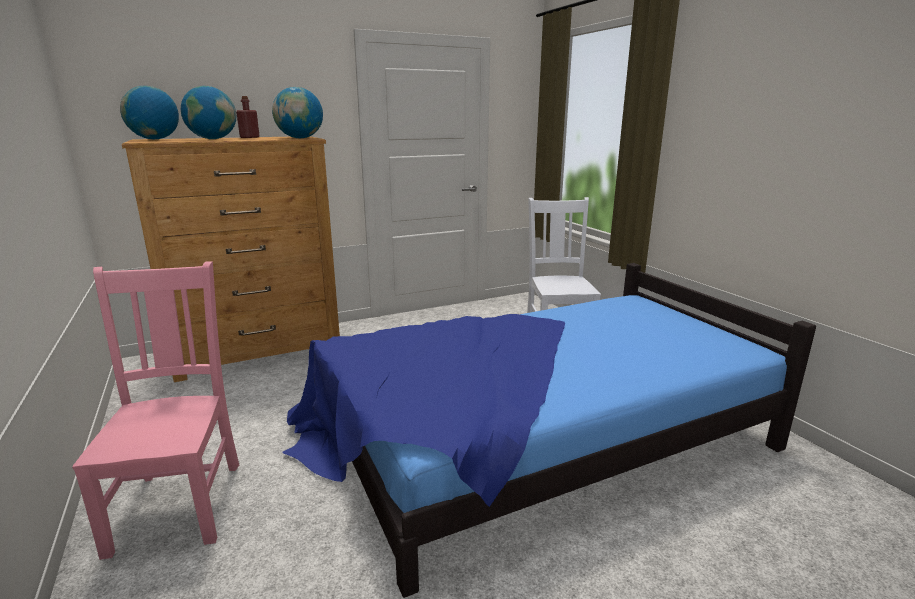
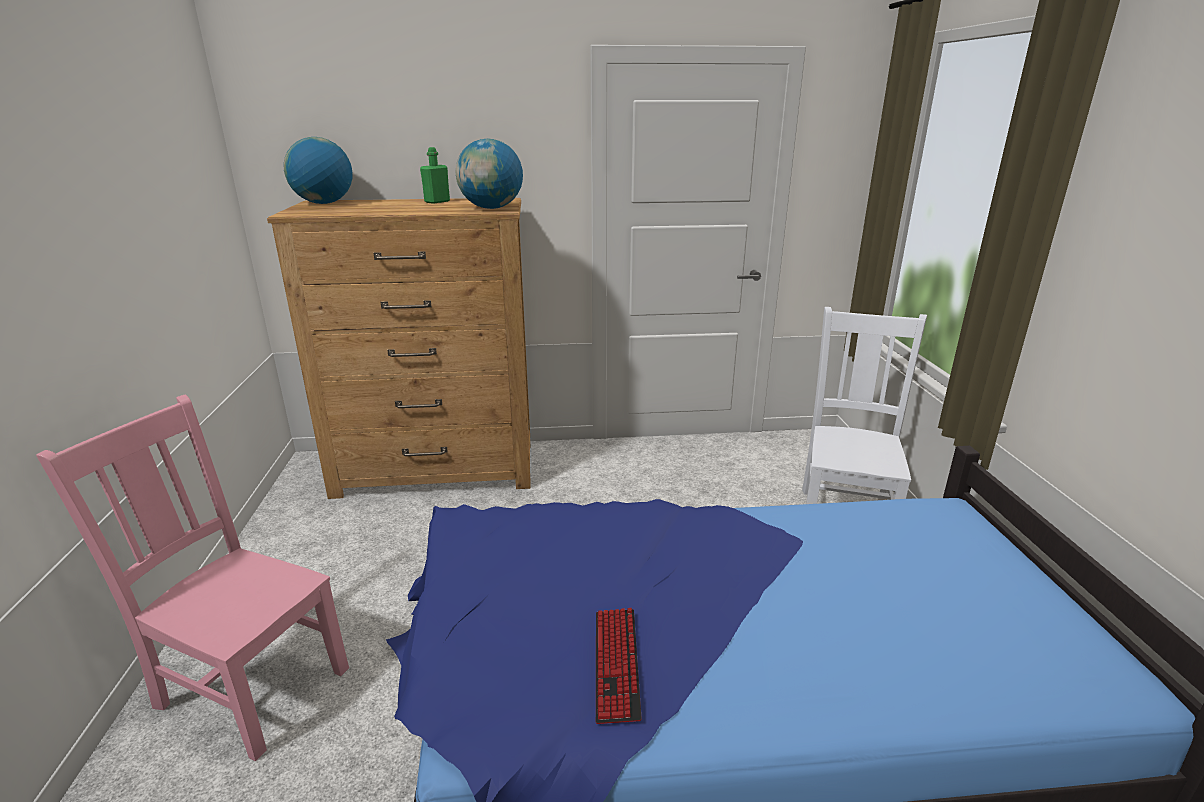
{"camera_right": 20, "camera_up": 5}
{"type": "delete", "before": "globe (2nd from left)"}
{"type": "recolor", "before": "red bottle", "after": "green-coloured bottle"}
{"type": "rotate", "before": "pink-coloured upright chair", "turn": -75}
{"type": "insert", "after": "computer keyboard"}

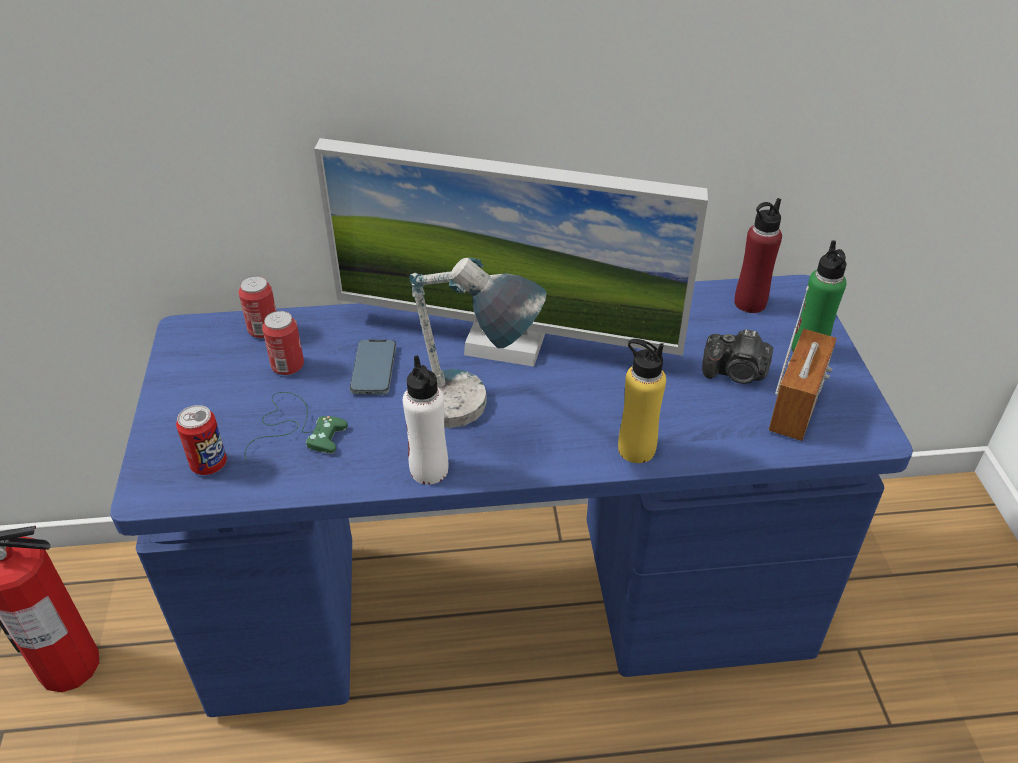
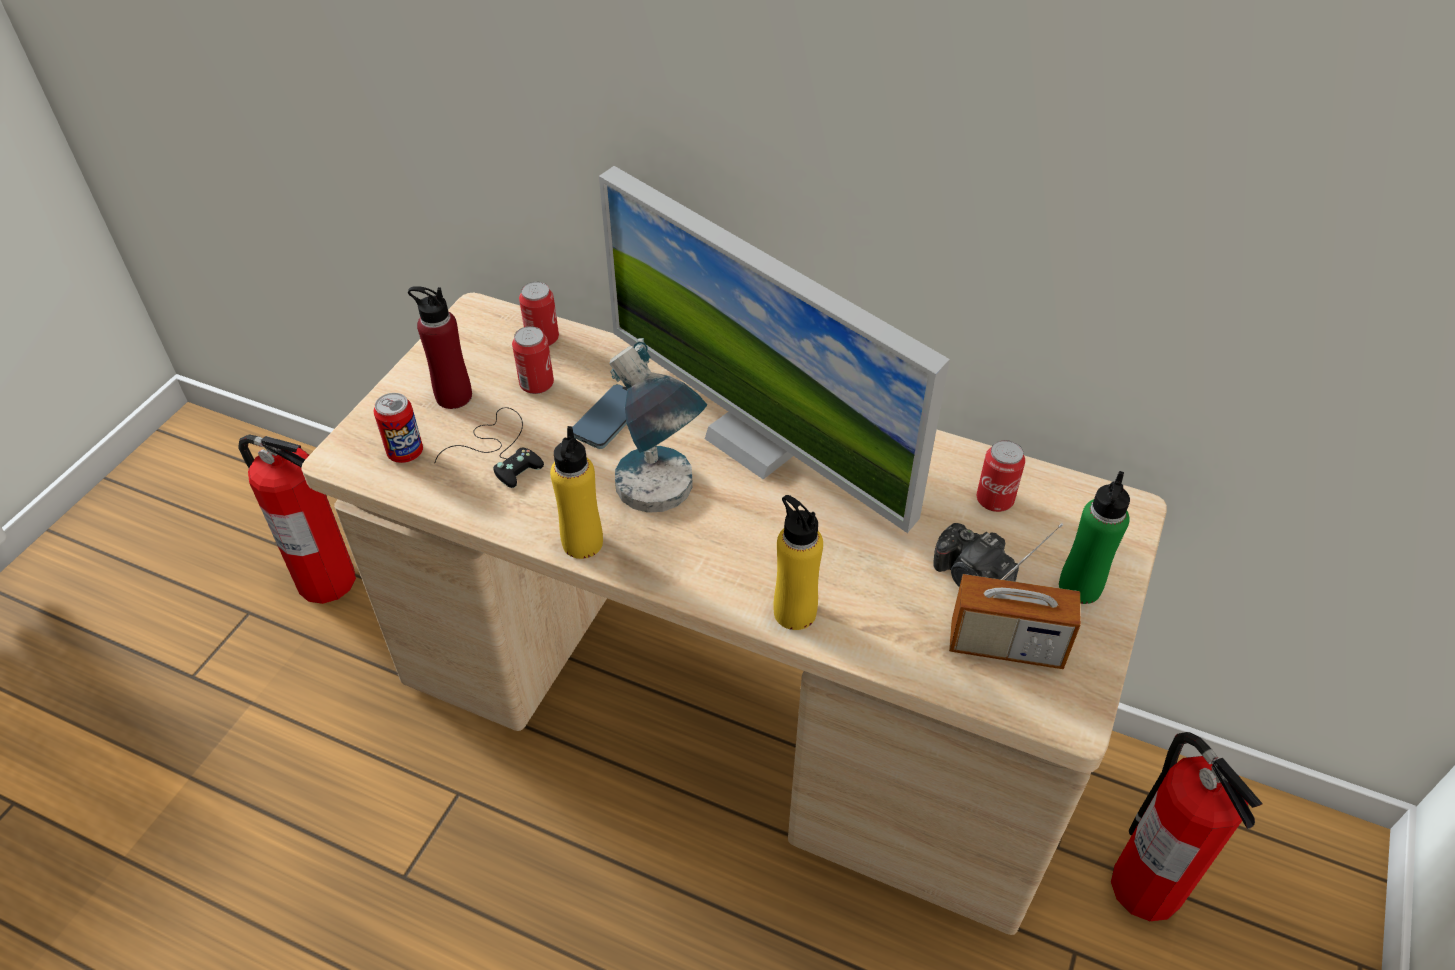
{"camera_right": 30, "camera_up": 5}
{"type": "move", "before": "red bottle"}
{"type": "recolor", "before": "blue-coloured desk", "after": "beige-coloured desk"}
{"type": "rotate", "before": "radio receiver", "turn": 45}
{"type": "recolor", "before": "whitish bottle", "after": "yellow bottle (1st from left)"}
{"type": "recolor", "before": "green-coloured game controller", "after": "black-coloured game controller"}
{"type": "insert", "after": "metal can (4th from left)"}
{"type": "insert", "after": "extinguisher (2nd from left)"}

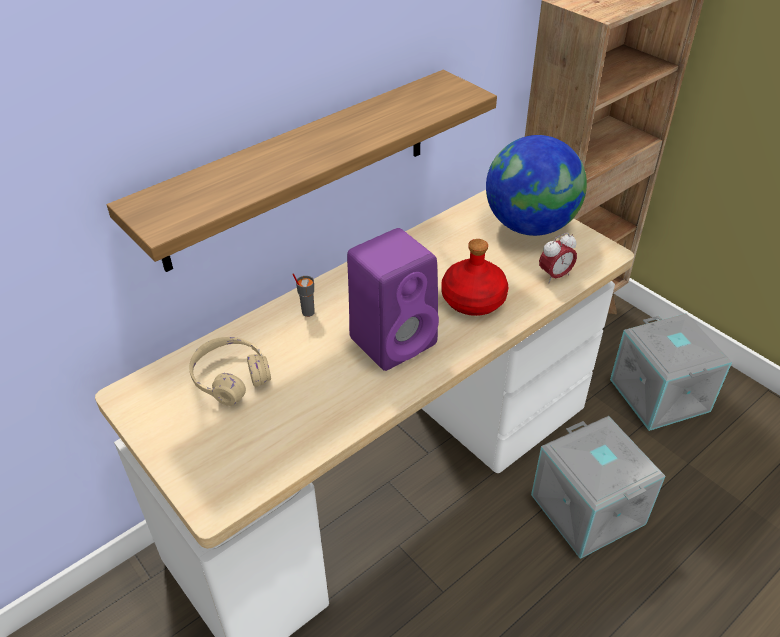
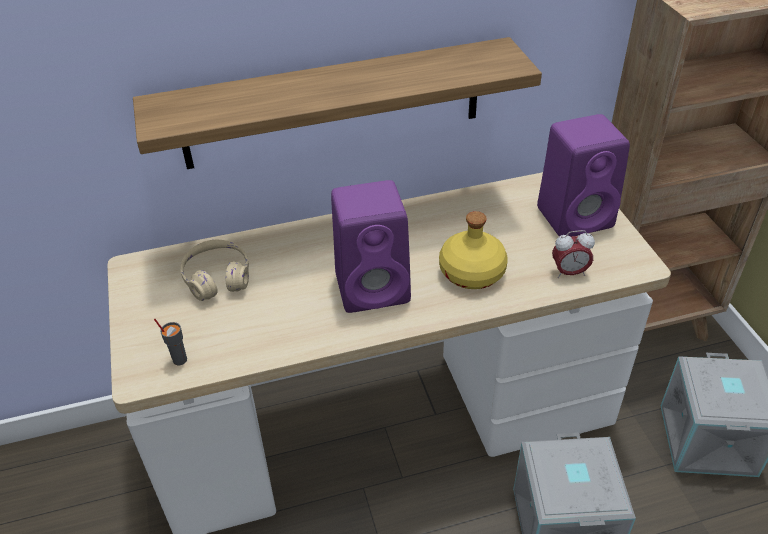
{"camera_right": 25, "camera_up": 0}
{"type": "replace", "before": "globe", "after": "purple-coloured loudspeaker (2nd from left)"}
{"type": "recolor", "before": "red bottle", "after": "yellow bottle"}
{"type": "move", "before": "gray small cup"}

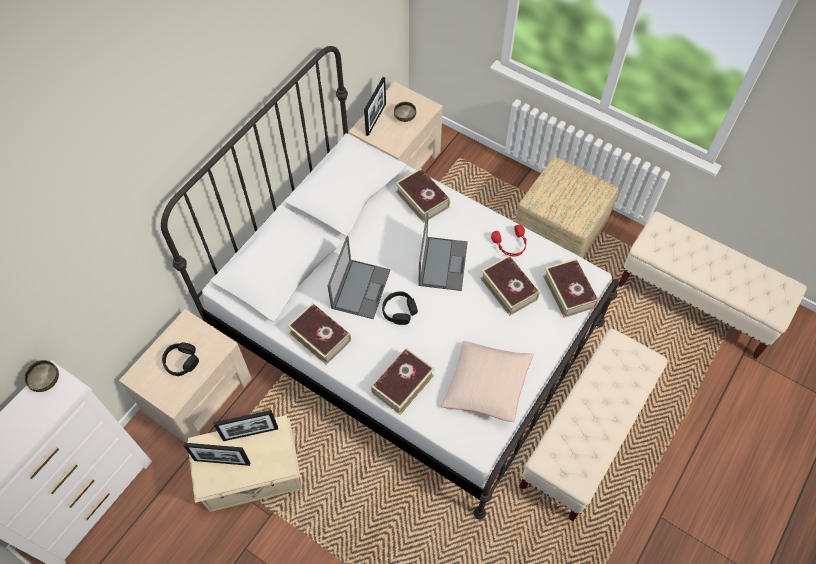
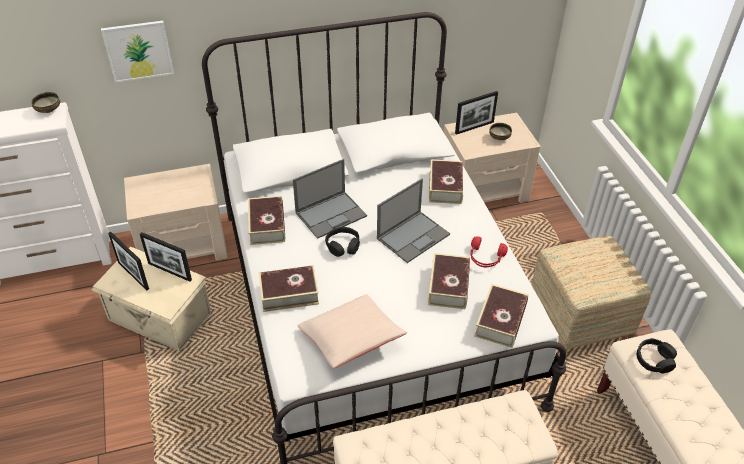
{"camera_right": 40, "camera_up": -15}
{"type": "move", "before": "black-coloured headphones (1st from left in the first image)", "after": "black-coloured headphones (2nd from left)"}
{"type": "insert", "after": "wall picture"}

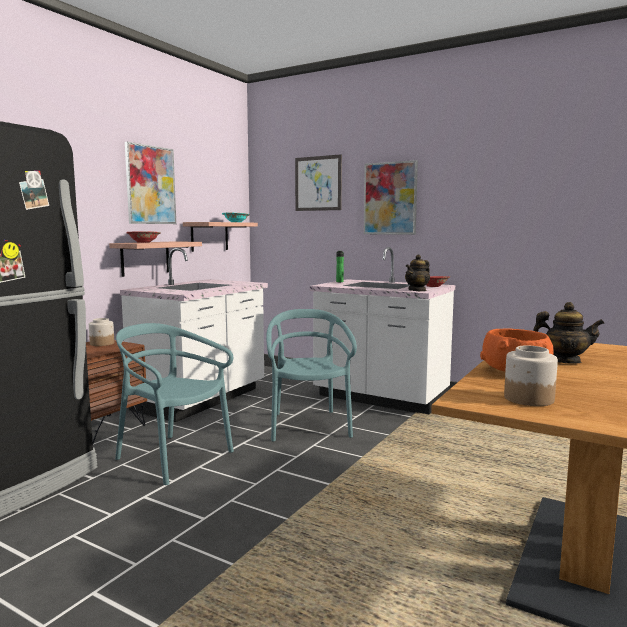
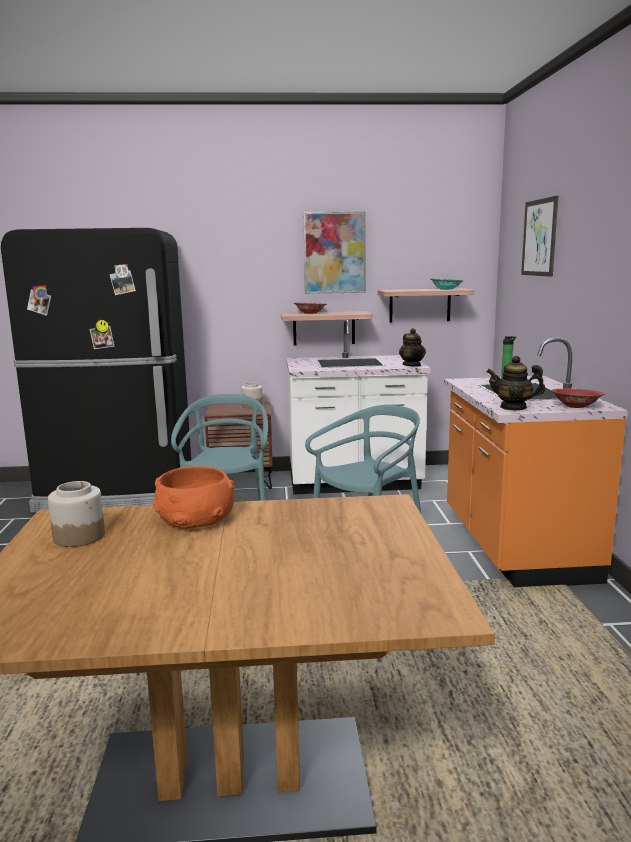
{"camera_right": 55, "camera_up": 5}
{"type": "delete", "before": "wall picture (3rd from left)"}
{"type": "recolor", "before": "whitish kitchen base unit (2nd from left)", "after": "orange kitchen base unit"}
{"type": "move", "before": "teapot (2nd from left in the first image)", "after": "teapot (1st from left)"}

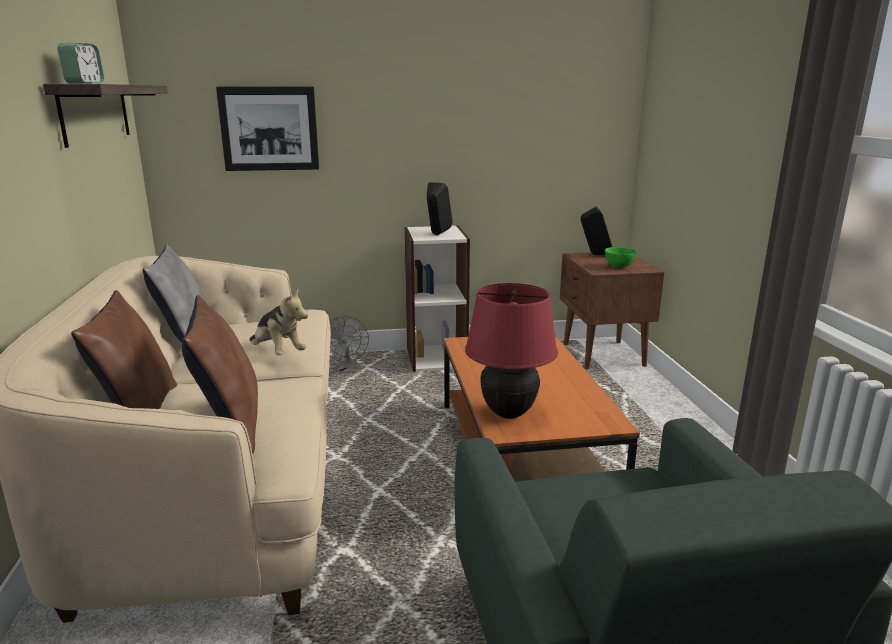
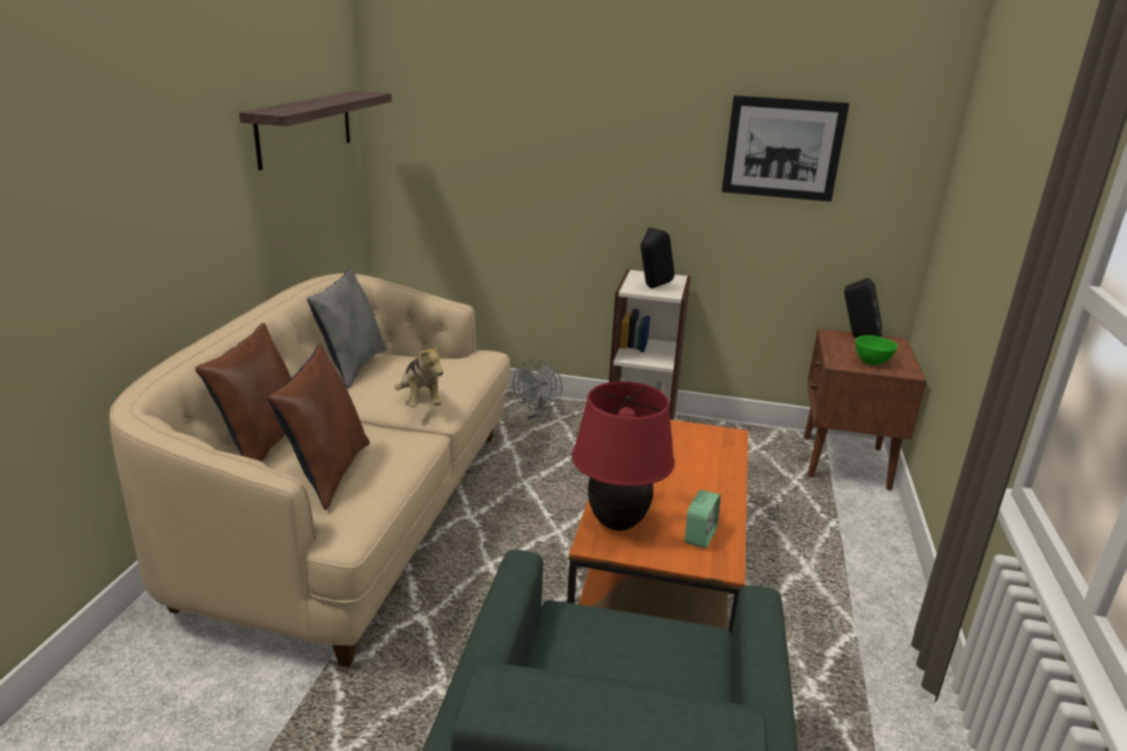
{"camera_right": 20, "camera_up": 5}
{"type": "move", "before": "alarm clock"}
{"type": "move", "before": "wall picture"}

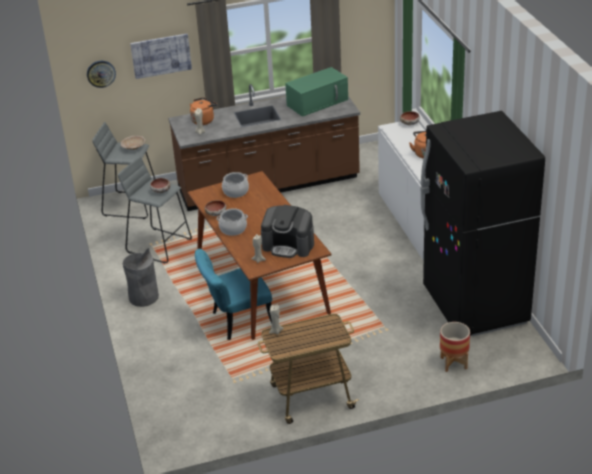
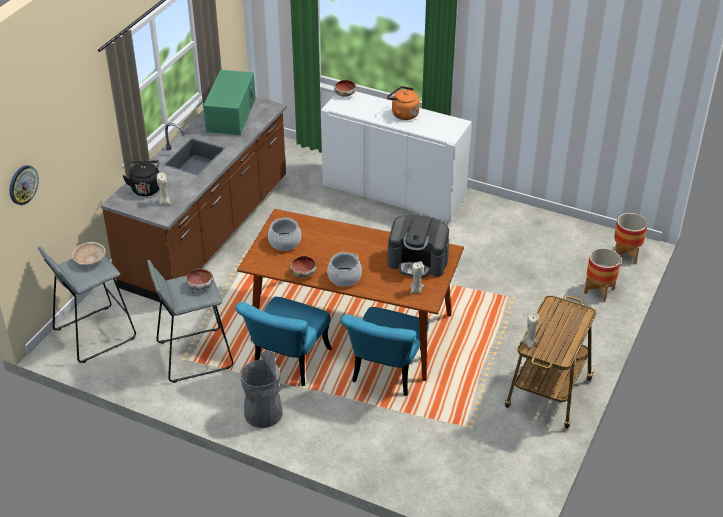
{"camera_right": -50, "camera_up": 5}
{"type": "delete", "before": "wall picture"}
{"type": "recolor", "before": "orange kettle (1st from left)", "after": "black-coloured kettle"}
{"type": "delete", "before": "black-coloured fridge"}
{"type": "rotate", "before": "coffee maker", "turn": 45}
{"type": "insert", "after": "plant pot (2nd from left)"}
{"type": "insert", "after": "blue-green upright chair (1st from left)"}

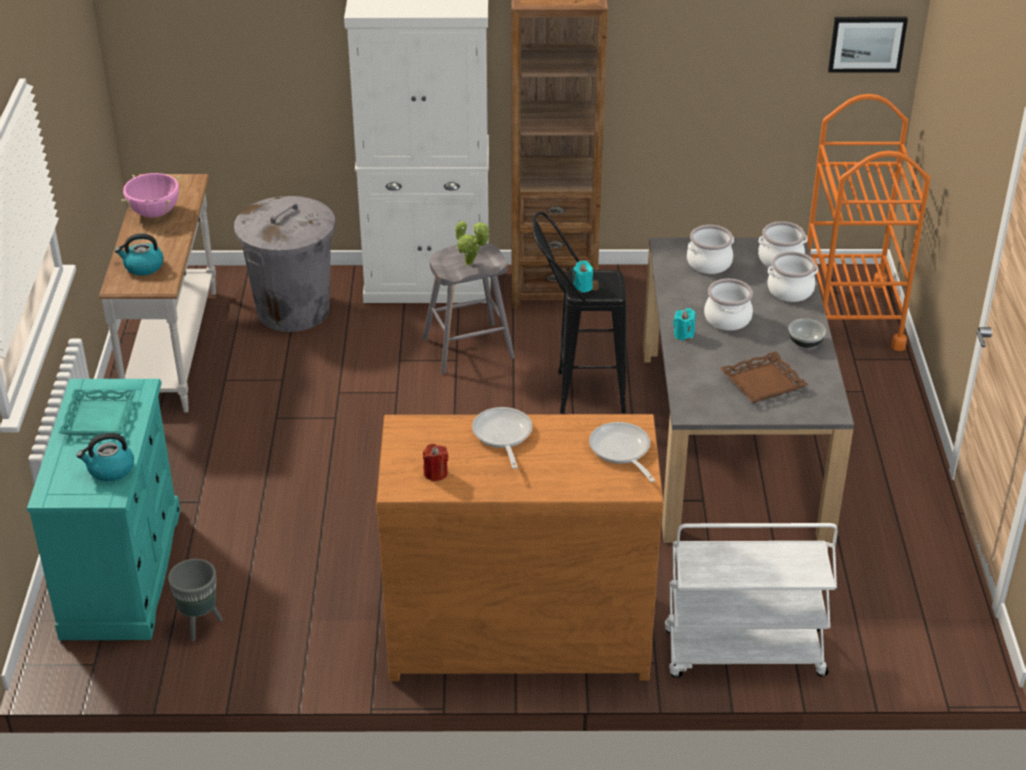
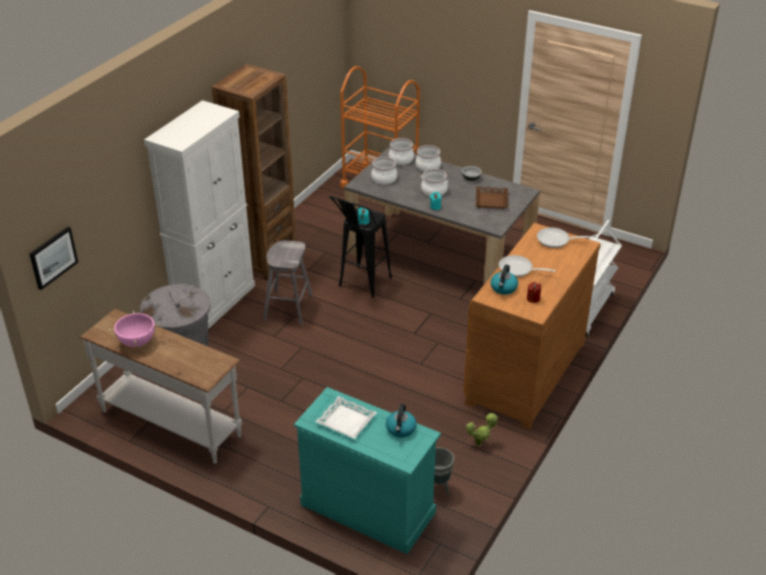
{"camera_right": -60, "camera_up": 0}
{"type": "move", "before": "wall picture"}
{"type": "move", "before": "potted plant"}
{"type": "move", "before": "kettle (2nd from left)"}
{"type": "recolor", "before": "blue-green serving tray", "after": "whitish serving tray"}

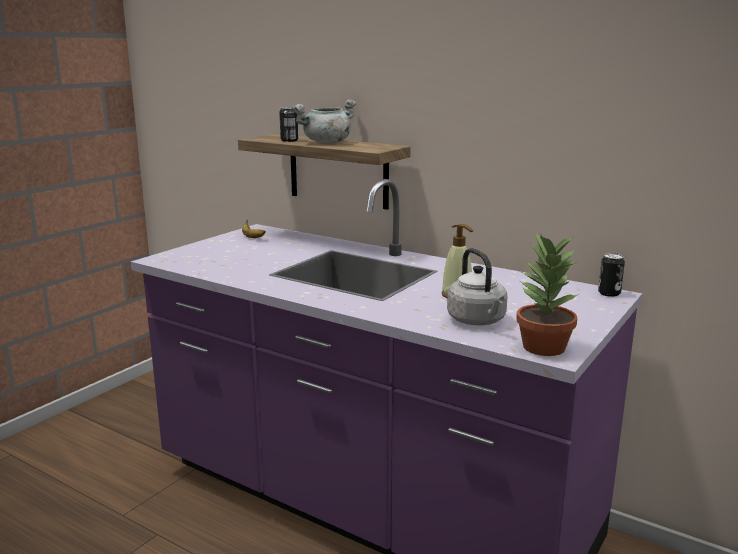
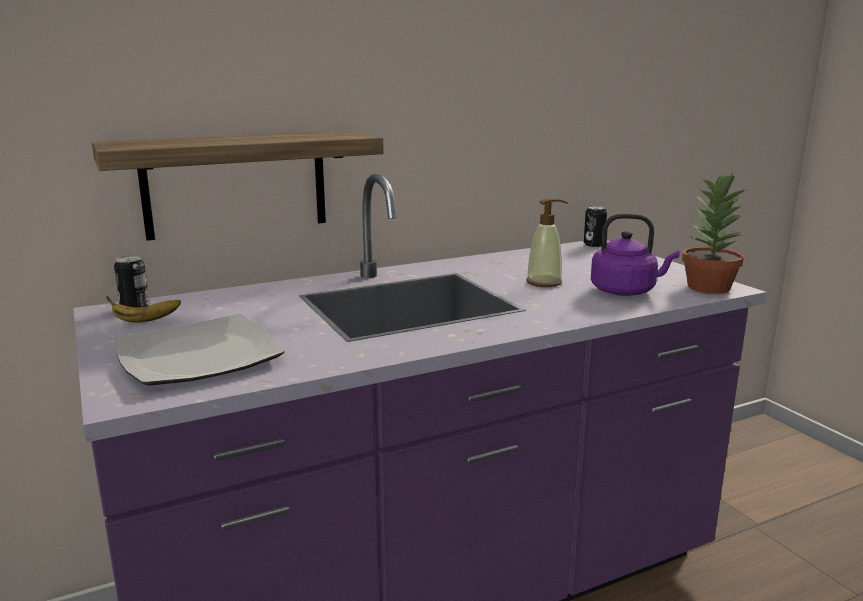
{"camera_right": -60, "camera_up": 0}
{"type": "delete", "before": "gray saucepot"}
{"type": "move", "before": "metal can (1st from left)"}
{"type": "recolor", "before": "gray kettle", "after": "purple-coloured kettle"}
{"type": "insert", "after": "plate"}

